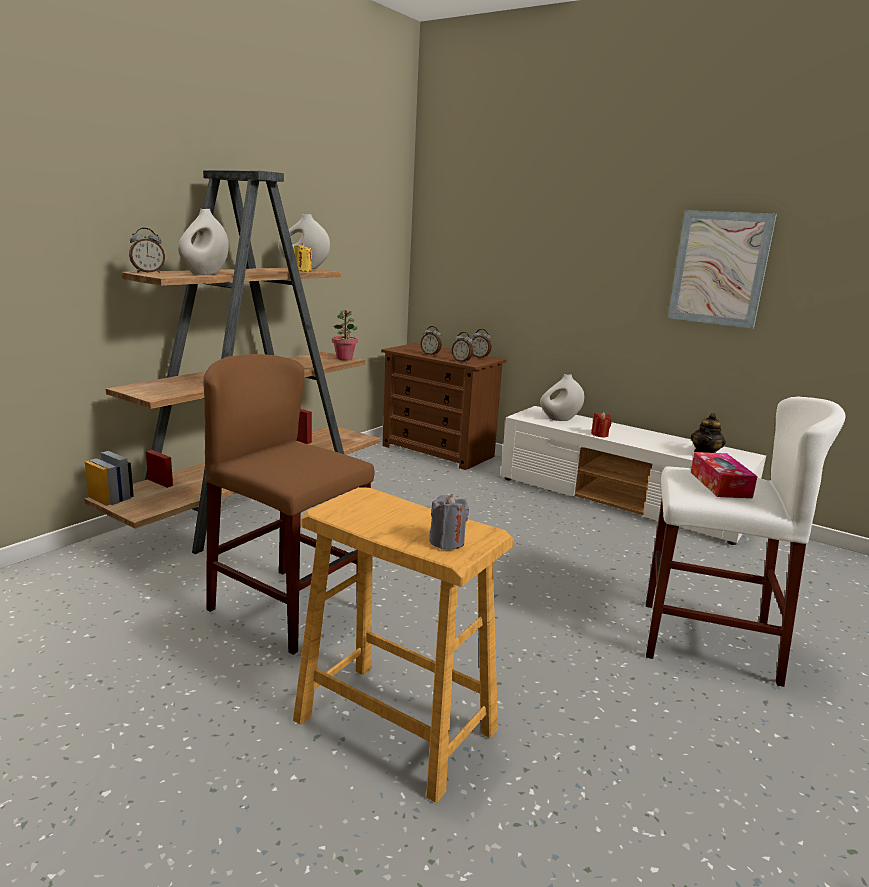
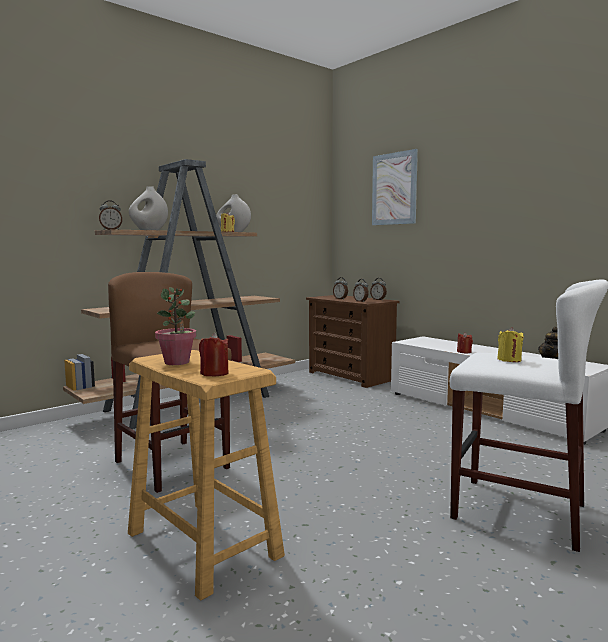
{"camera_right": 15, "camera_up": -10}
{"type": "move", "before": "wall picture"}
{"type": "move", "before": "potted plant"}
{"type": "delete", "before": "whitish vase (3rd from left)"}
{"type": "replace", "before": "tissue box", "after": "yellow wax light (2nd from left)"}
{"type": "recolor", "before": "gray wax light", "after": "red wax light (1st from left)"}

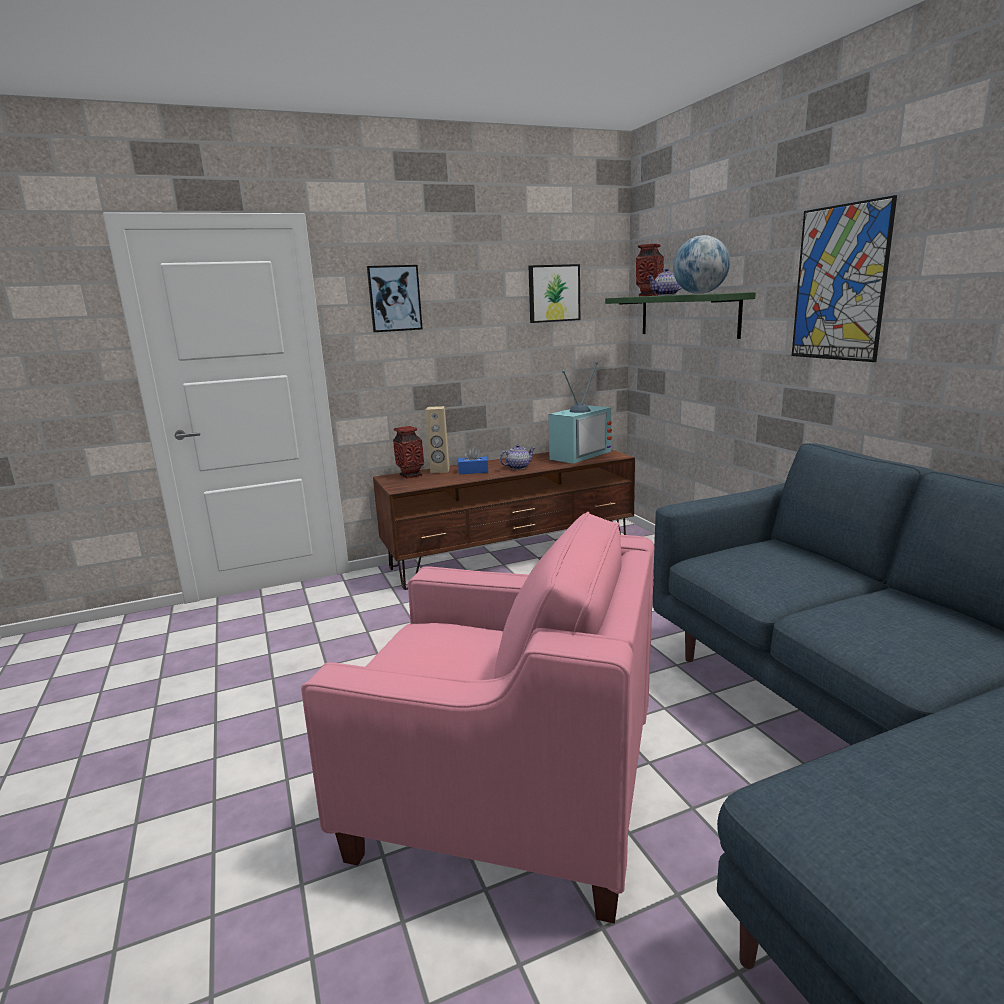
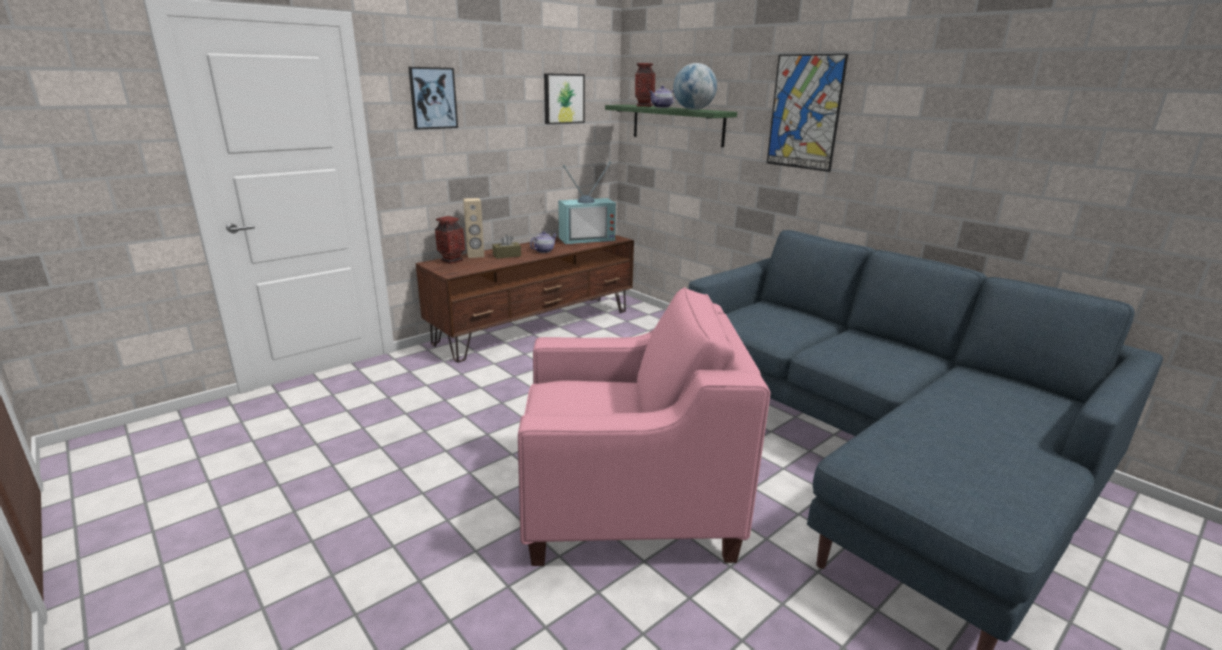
{"camera_right": -20, "camera_up": 5}
{"type": "rotate", "before": "TV set", "turn": 45}
{"type": "recolor", "before": "blue-coloured tissue box", "after": "brown-coloured tissue box"}

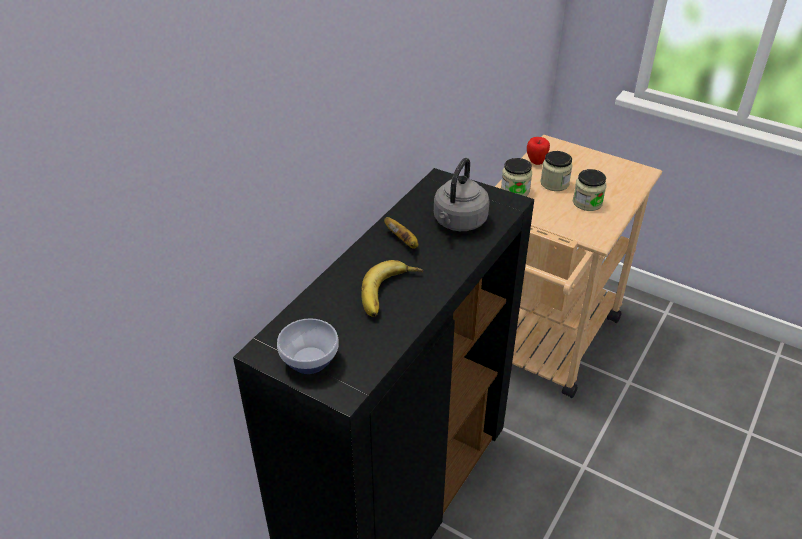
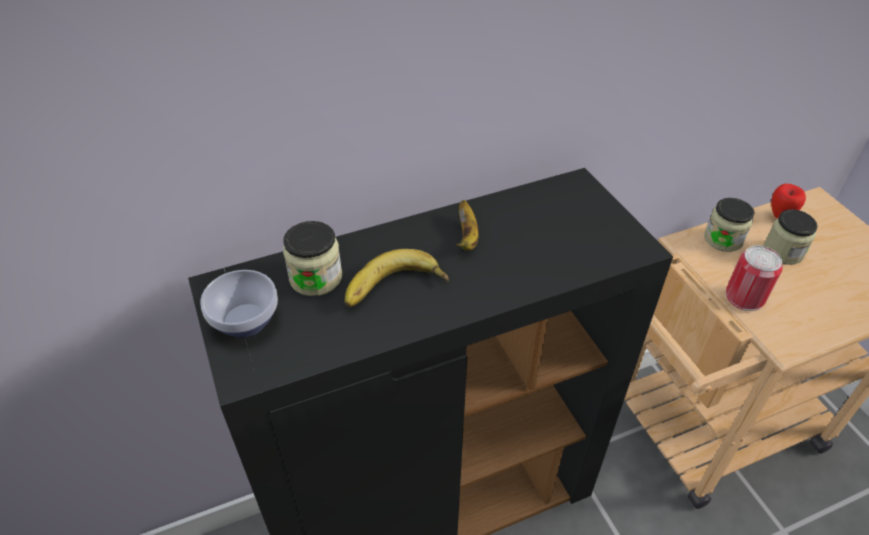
{"camera_right": 35, "camera_up": 5}
{"type": "delete", "before": "gray kettle"}
{"type": "move", "before": "preserve jar (3rd from left in the first image)", "after": "preserve jar (1st from left)"}
{"type": "insert", "after": "metal can"}

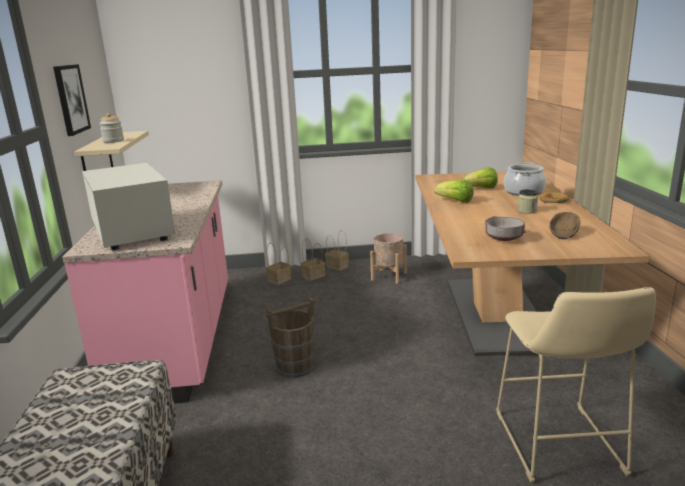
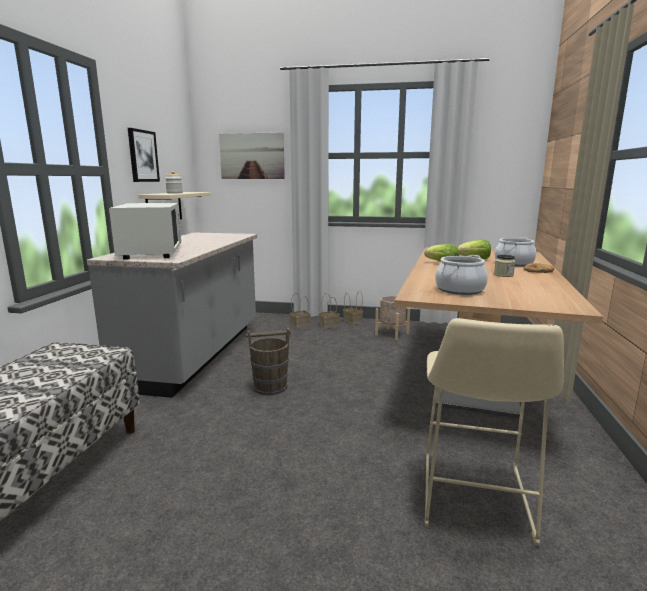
{"camera_right": 15, "camera_up": -5}
{"type": "recolor", "before": "pink-coloured kitchen base unit", "after": "gray kitchen base unit"}
{"type": "delete", "before": "brown-coloured bowl"}
{"type": "replace", "before": "gray bowl", "after": "saucepot (1st from left)"}
{"type": "insert", "after": "wall picture (2nd from left)"}

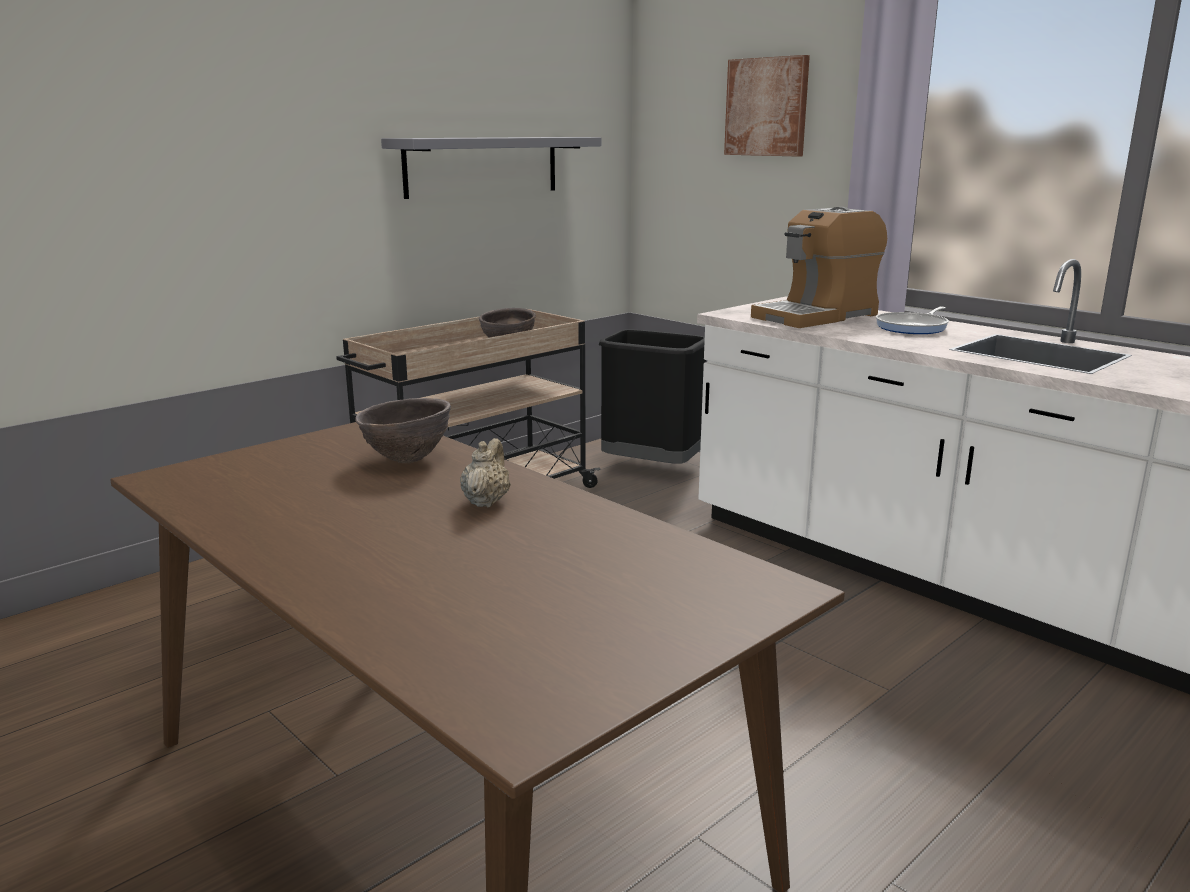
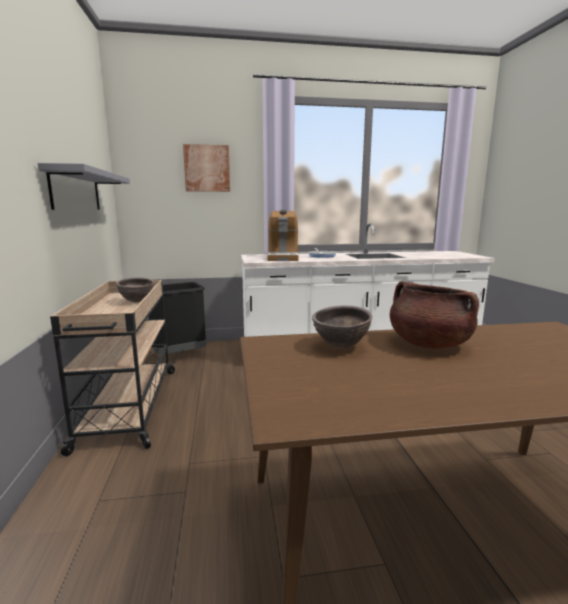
{"camera_right": -55, "camera_up": -5}
{"type": "replace", "before": "beige-coloured teapot", "after": "brown-coloured saucepot"}

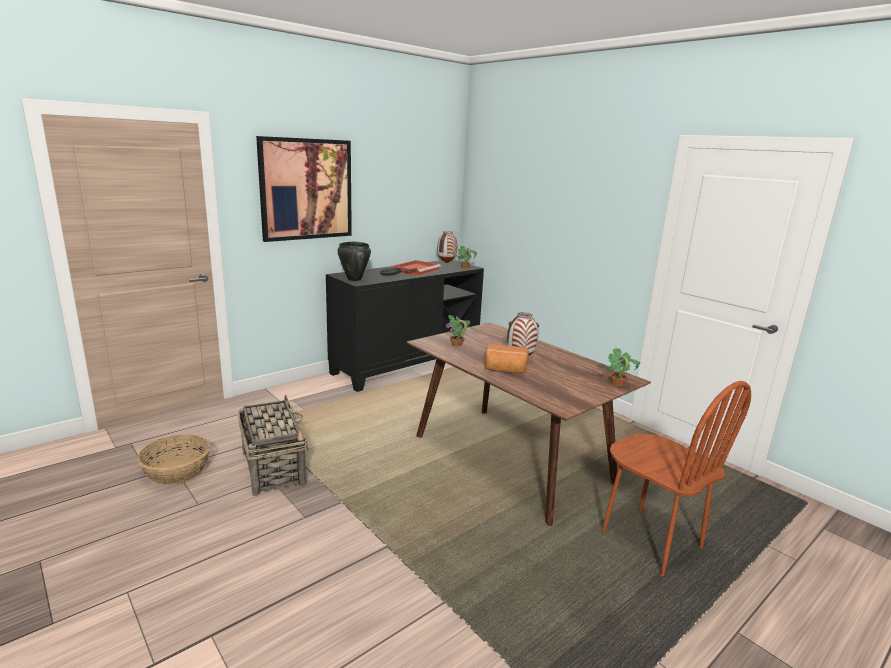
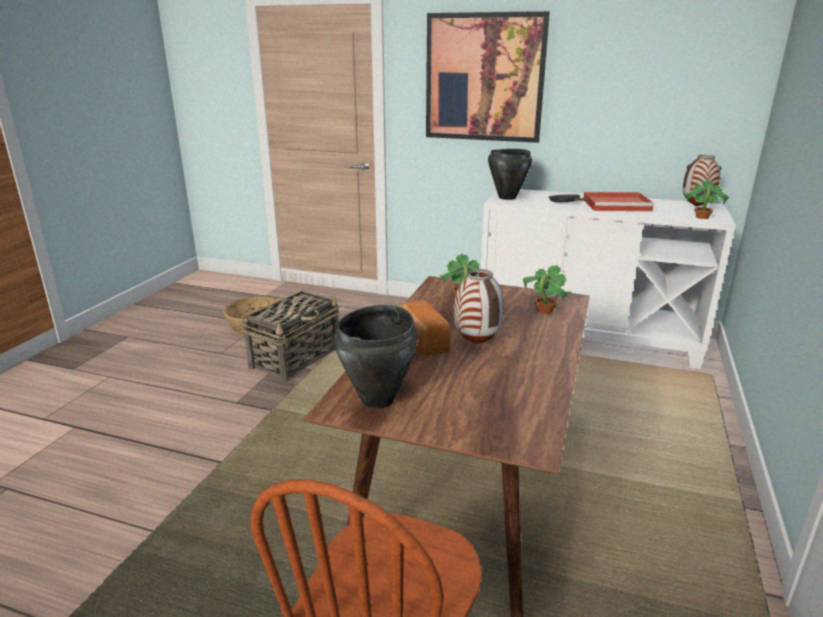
{"camera_right": 60, "camera_up": 5}
{"type": "recolor", "before": "black-coloured cupboard", "after": "whitish cupboard"}
{"type": "move", "before": "potted plant (3rd from left in the first image)", "after": "potted plant (2nd from left)"}
{"type": "insert", "after": "black-coloured saucepot (1st from left)"}

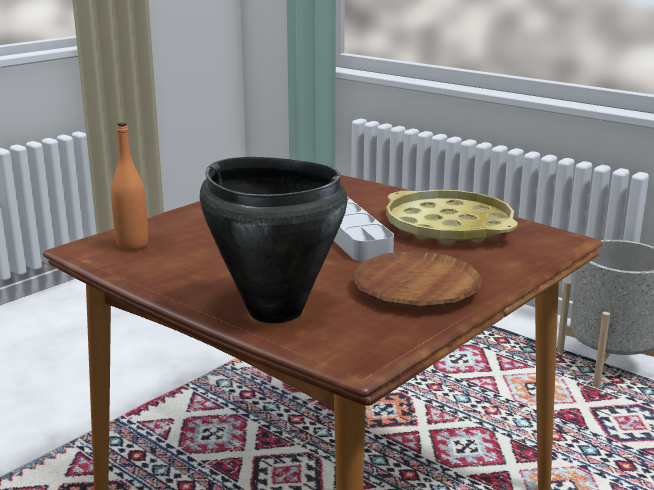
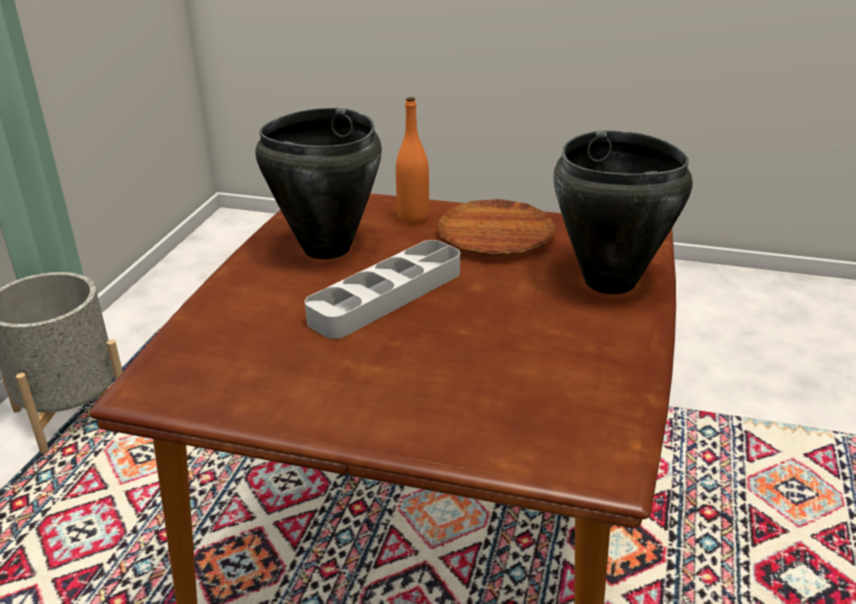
{"camera_right": -115, "camera_up": 10}
{"type": "move", "before": "orange bottle"}
{"type": "replace", "before": "yellow serving tray", "after": "black-coloured saucepot (1st from left)"}

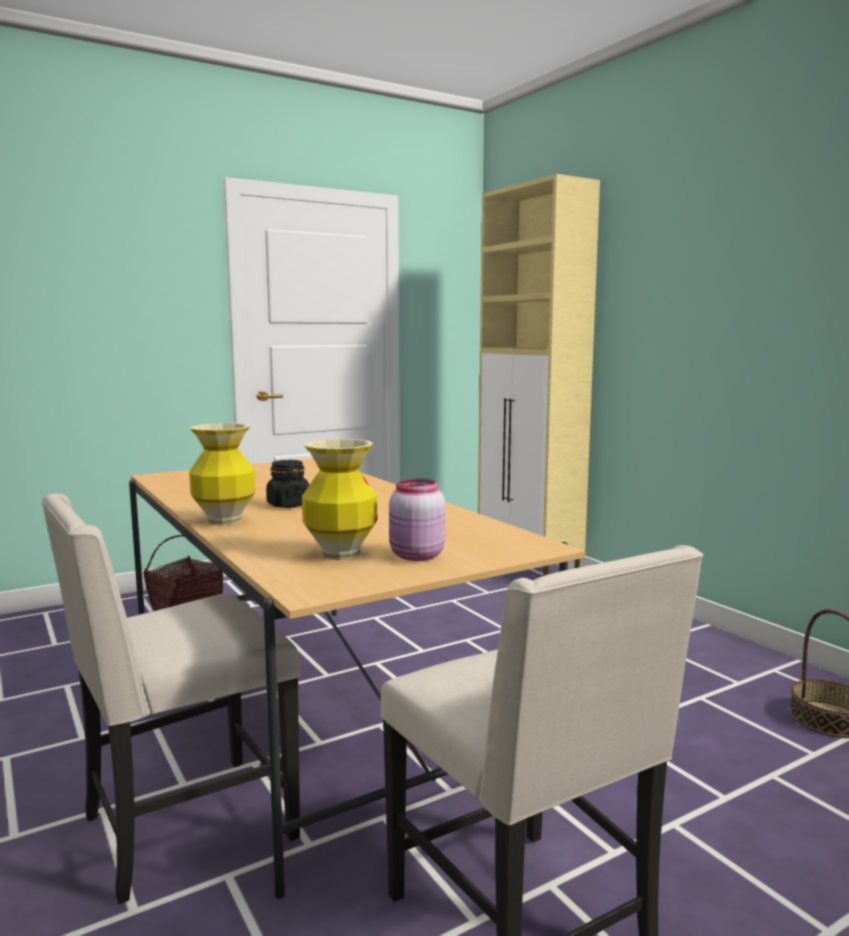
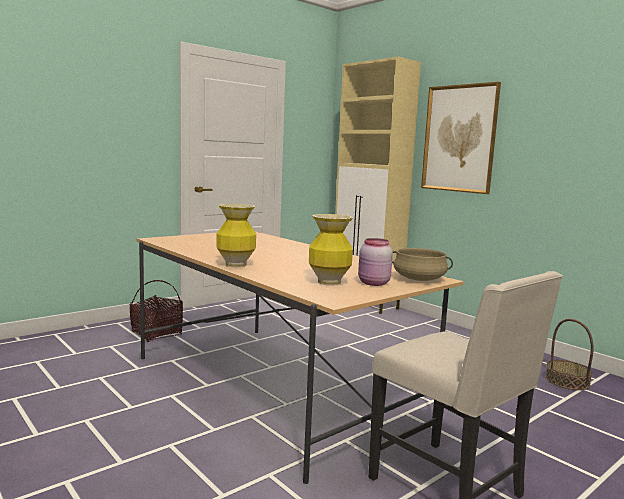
{"camera_right": -10, "camera_up": 0}
{"type": "delete", "before": "black-coloured preserve jar"}
{"type": "delete", "before": "beige-coloured upright chair (1st from left)"}
{"type": "insert", "after": "wall picture"}
{"type": "insert", "after": "beige-coloured saucepot"}

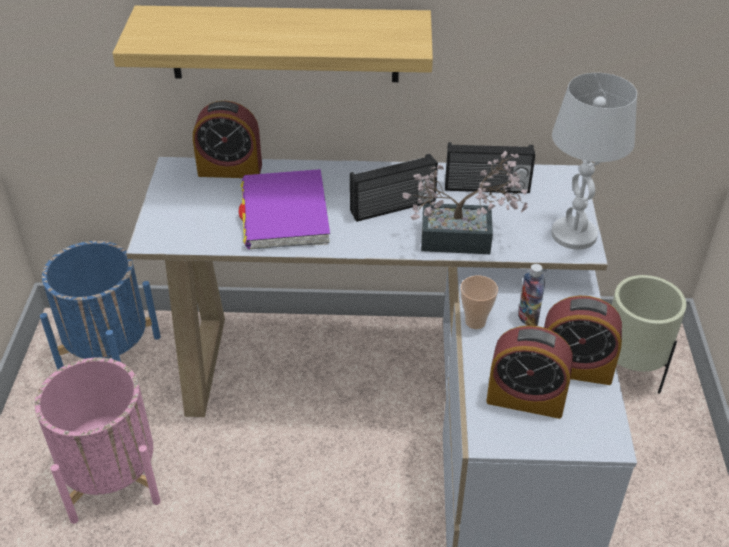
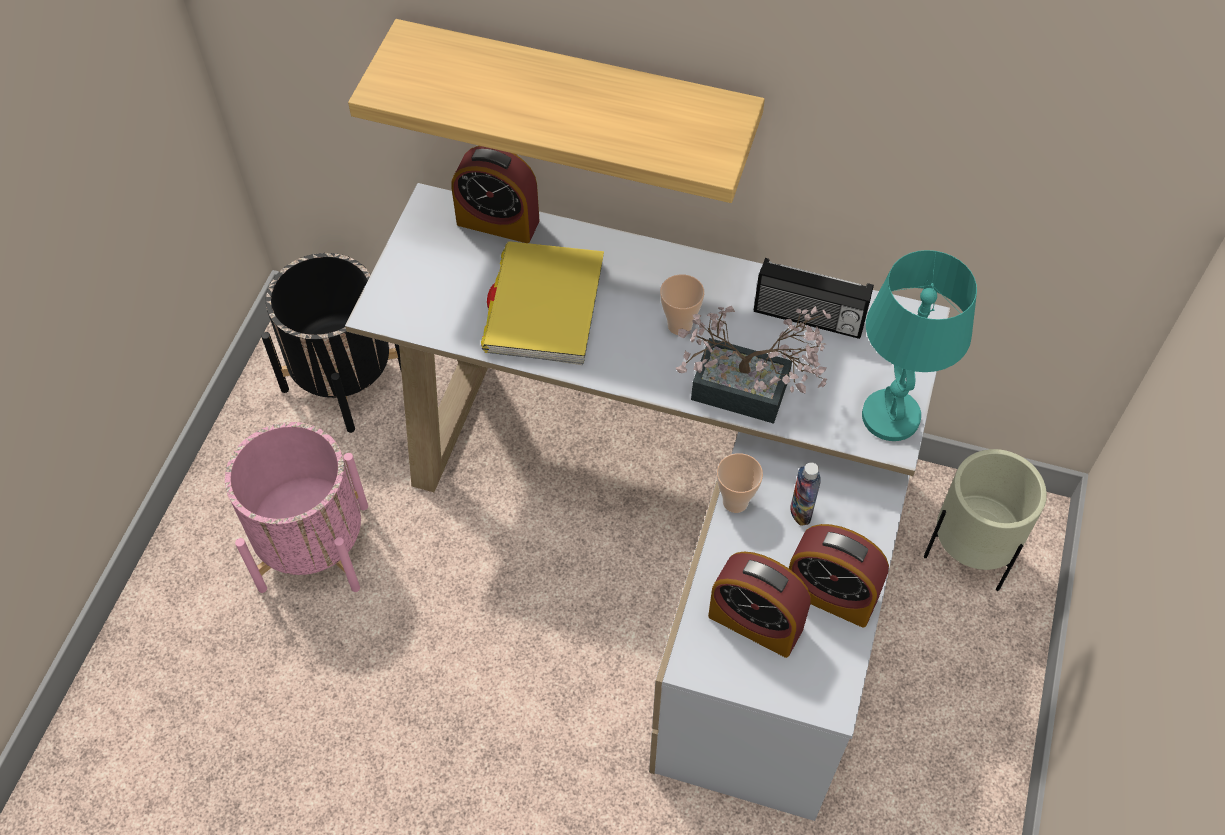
{"camera_right": 15, "camera_up": 15}
{"type": "recolor", "before": "whitish lamp for a table", "after": "blue-green lamp for a table"}
{"type": "replace", "before": "radio receiver (1st from left)", "after": "small cup (1st from left)"}
{"type": "recolor", "before": "purple-coloured book", "after": "yellow book"}
{"type": "recolor", "before": "blue-coloured plant pot", "after": "black-coloured plant pot"}

